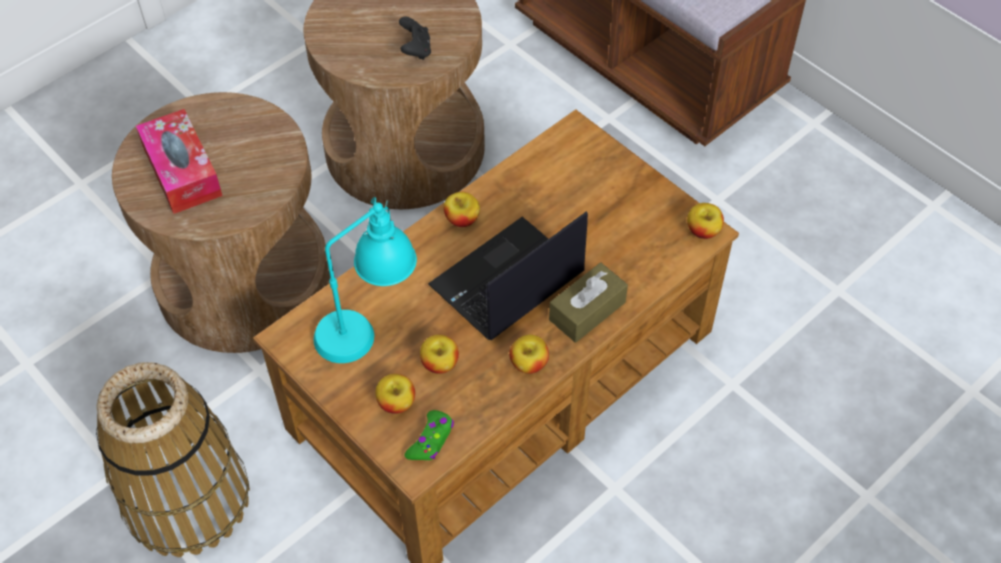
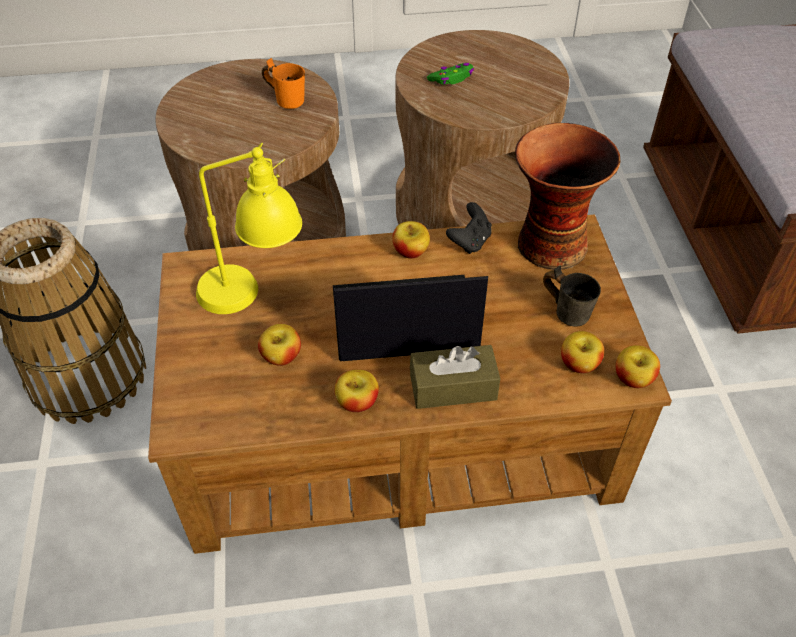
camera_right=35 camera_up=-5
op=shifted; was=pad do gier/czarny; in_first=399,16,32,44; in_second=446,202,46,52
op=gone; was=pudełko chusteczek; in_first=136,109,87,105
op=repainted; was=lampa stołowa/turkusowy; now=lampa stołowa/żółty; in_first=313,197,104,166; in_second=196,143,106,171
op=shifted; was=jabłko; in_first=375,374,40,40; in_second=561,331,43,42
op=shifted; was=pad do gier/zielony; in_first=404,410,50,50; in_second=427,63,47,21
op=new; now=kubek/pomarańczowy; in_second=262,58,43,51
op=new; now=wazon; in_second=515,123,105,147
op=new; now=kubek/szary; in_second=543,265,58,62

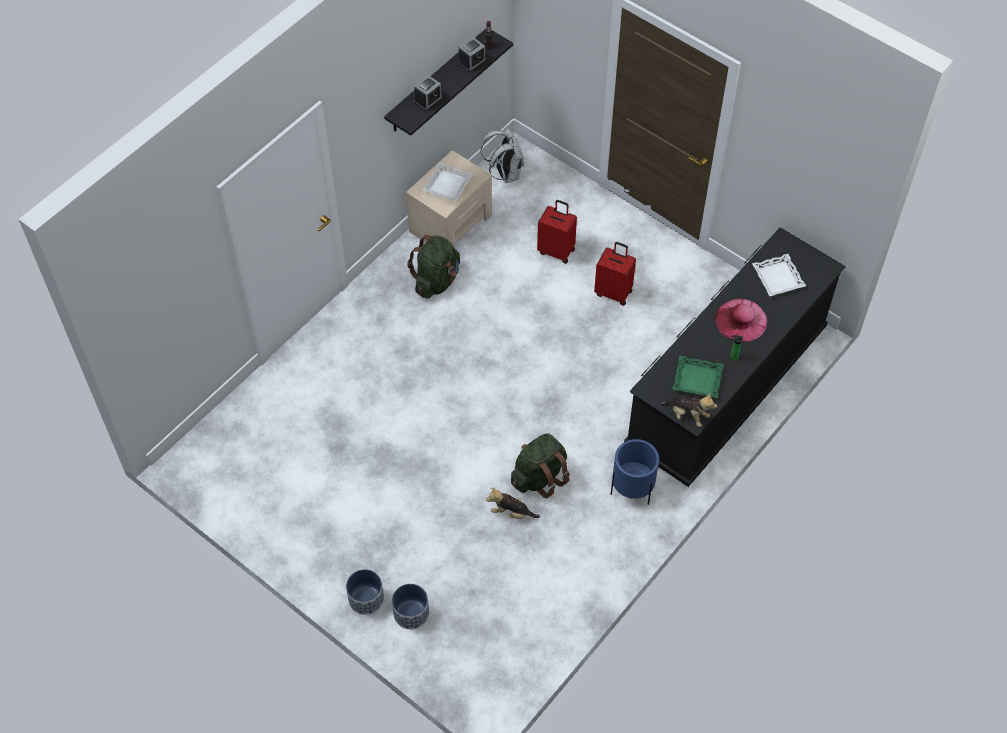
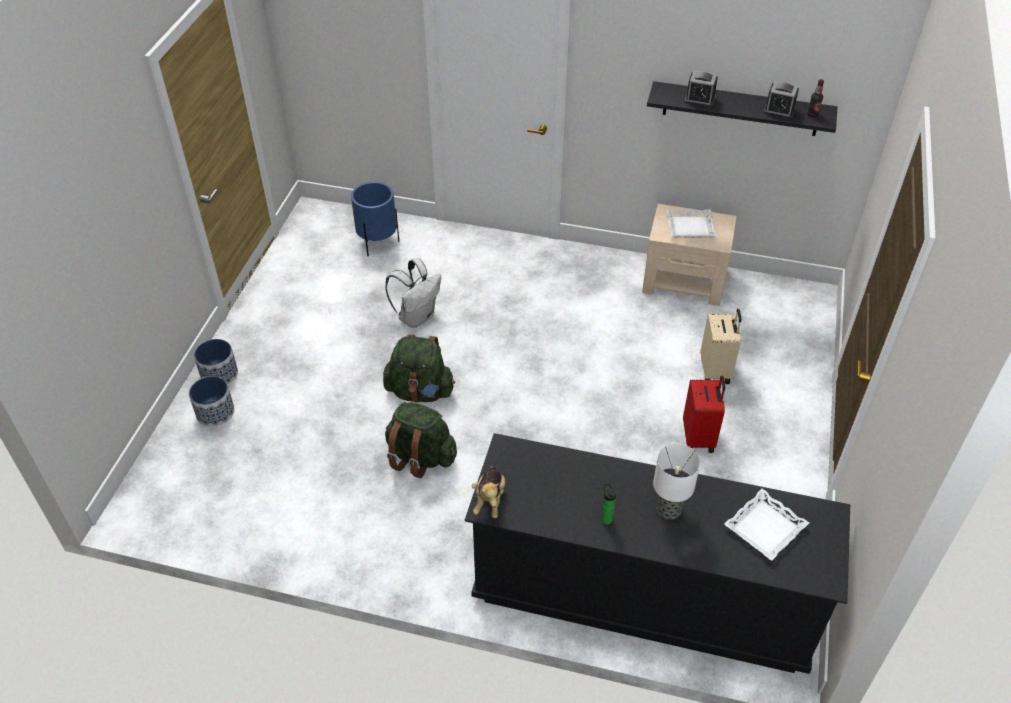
camera_right=65 camera_up=-10
op=shifted; was=plecak/biały; in_first=481,128,43,55; in_second=385,258,56,70
op=repainted; was=walizka/czerwony; now=walizka/beżowy; in_first=537,200,40,64; in_second=700,309,42,75
op=shifted; was=plecak/zielony; in_first=407,235,53,64; in_second=383,335,72,68
op=swapped; was=kapelusz/różowy; now=lampa stołowa; in_first=715,299,52,43; in_second=653,444,47,75
op=gone; was=taca/zielony; in_first=673,355,51,43
op=shifted; was=donica/niebieski; in_first=611,439,48,66; in_second=351,182,48,74
op=gone; was=pluszak; in_first=486,488,54,31

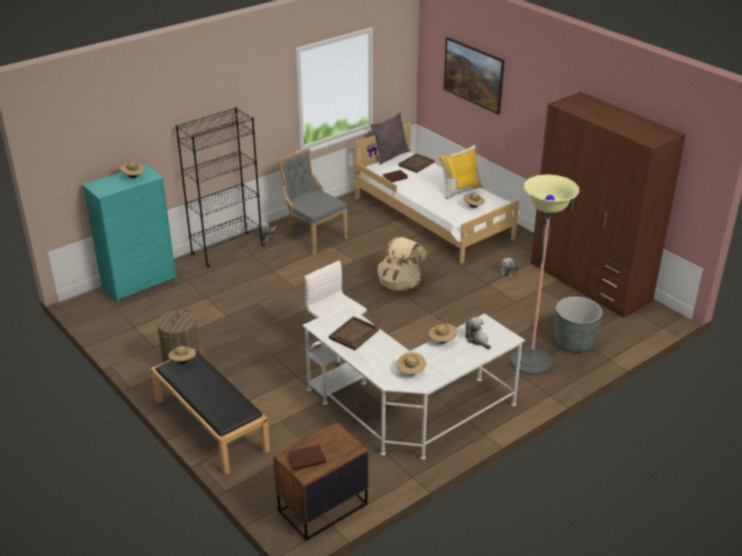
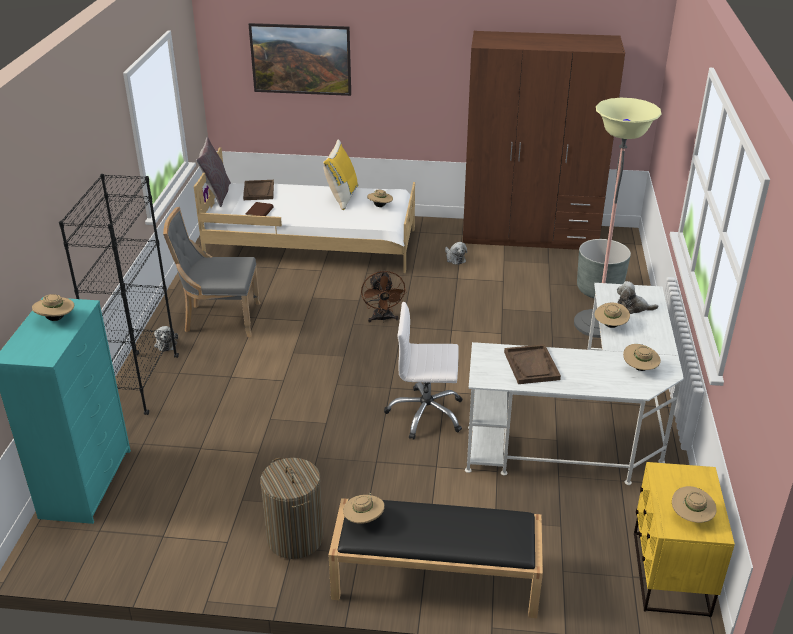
camera_right=-45 camera_up=0
op=swapped; was=plecak/beżowy; now=wentylator/brązowy; in_first=377,237,50,54; in_second=361,270,46,52
op=repainted; was=szafka nocna/brązowy; now=szafka nocna/żółty; in_first=273,422,96,119; in_second=634,462,101,155
op=swapped; was=książka/brązowy; now=kapelusz/beżowy; in_first=288,445,38,26; in_second=672,486,45,37

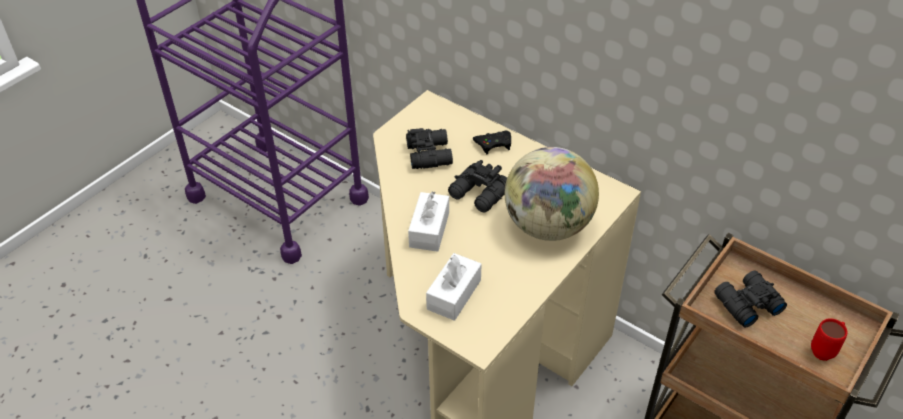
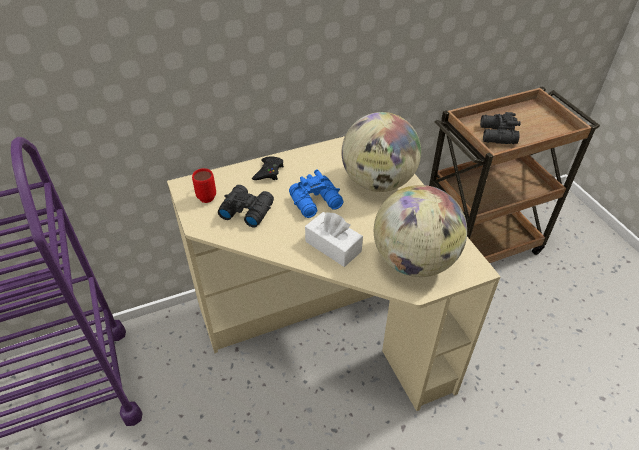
camera_right=-60 camera_up=0
op=repainted; was=lornetka/czarny; now=lornetka/niebieski; in_first=448,160,59,52; in_second=289,170,54,48
op=swapped; was=pudełko chusteczek/biały; now=globus; in_first=426,253,56,68; in_second=374,185,93,92
op=shifted; was=kubek/czerwony; in_first=811,318,36,43; in_second=192,168,24,35

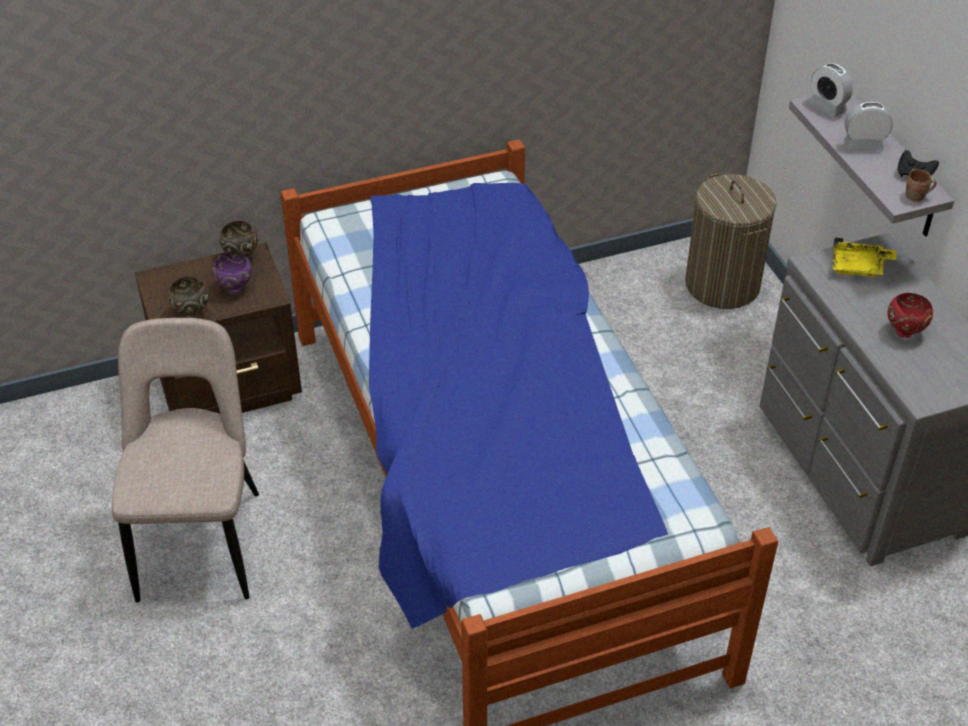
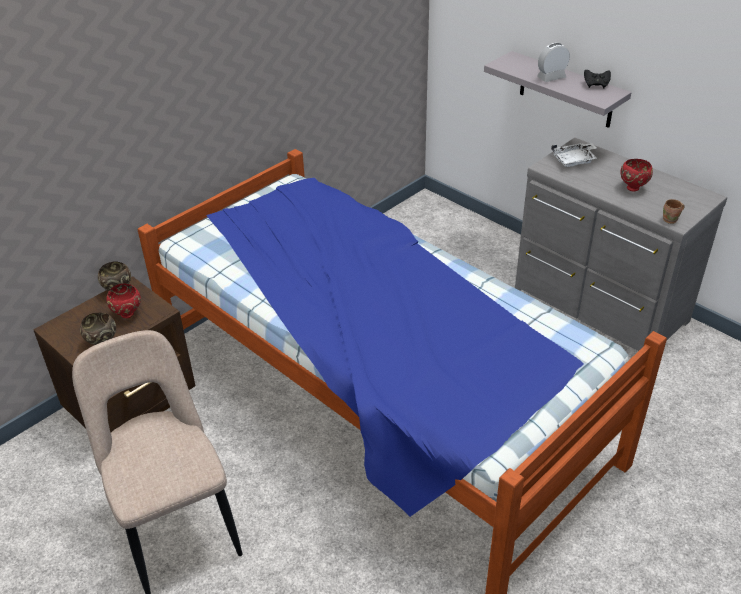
camera_right=-25 camera_up=-5
op=gone; was=budzik; in_first=808,63,45,55
op=shifted; was=kubek/brązowy; in_first=906,169,30,33; in_second=663,199,22,25
op=gone; was=kosz na pranie; in_first=685,173,92,136
op=repainted; was=taca/żółty; now=taca/biały; in_first=833,237,64,40; in_second=551,143,46,24
op=repainted; was=miska/fioletowy; now=miska/czerwony; in_first=212,252,40,41; in_second=106,283,35,35

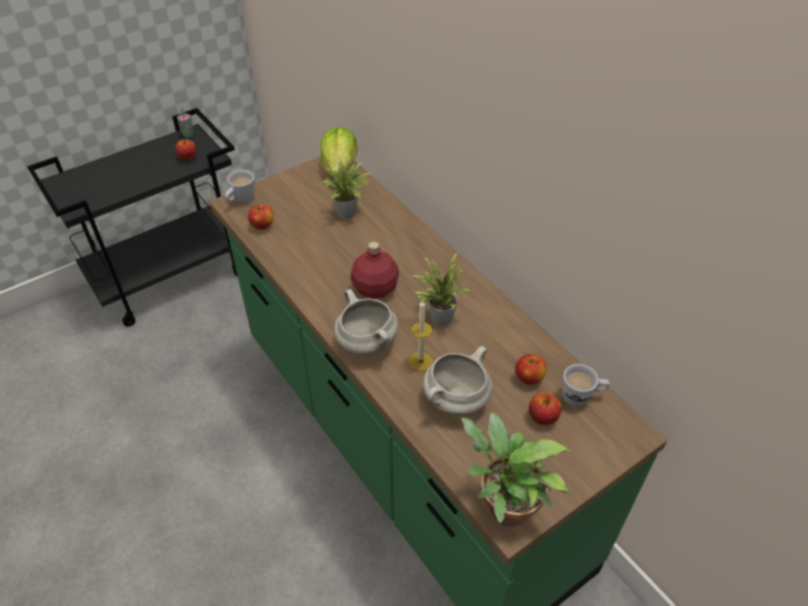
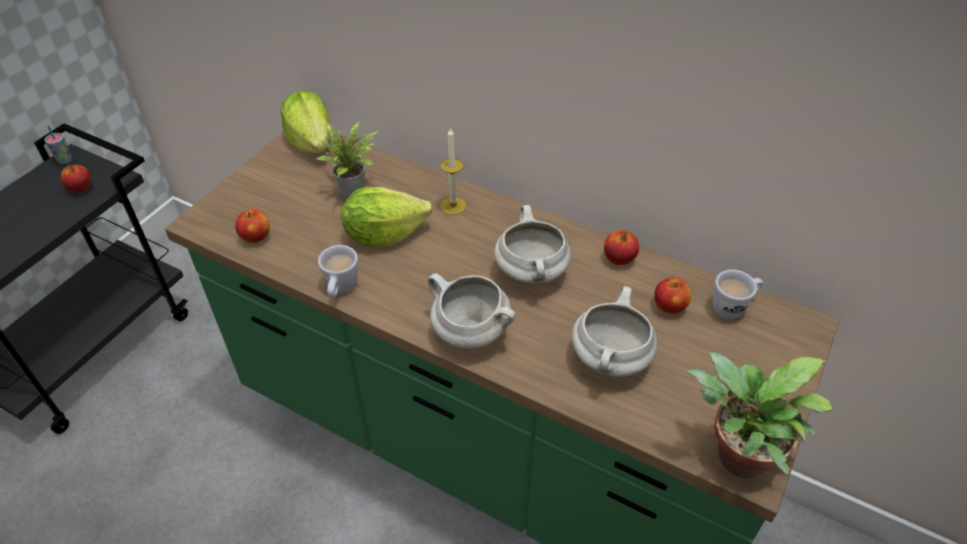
camera_right=-25 camera_up=0
op=shifted; was=kubek/biały; in_first=225,170,30,33; in_second=318,245,40,52
op=gone; was=butelka/czerwony; in_first=351,242,48,57
op=swapped; was=roślina doniczkowa; now=garnek/biały; in_first=412,252,58,74; in_second=494,205,77,81
op=shifted; was=świeca; in_first=409,300,24,71; in_second=440,127,26,88
op=shifted; was=jabłko; in_first=529,392,33,33; in_second=604,230,35,35
op=new; now=sałata; in_second=341,187,92,60

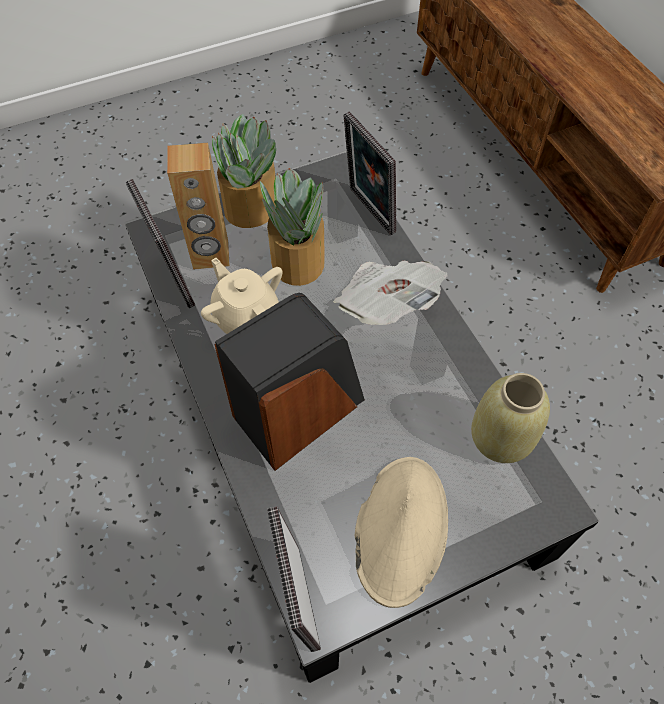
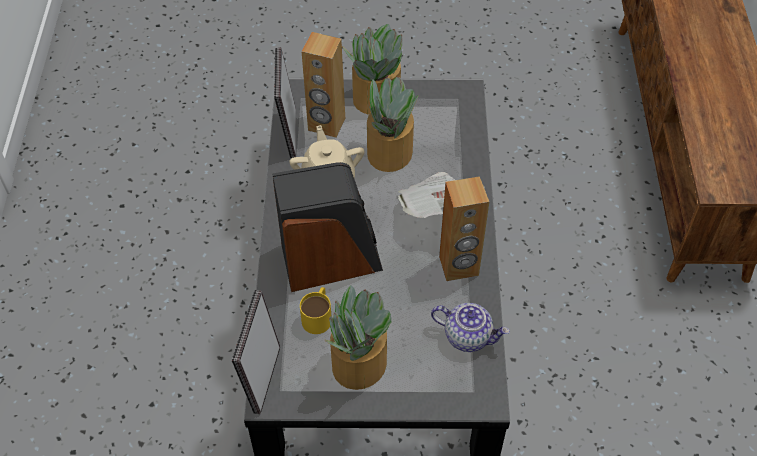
camera_right=25 camera_up=-5
op=gone; was=ramka na zdjęcie; in_first=344,111,52,124
op=swapped; was=wazon/beżowy; now=imbryk; in_first=471,373,79,90; in_second=431,303,79,49
op=swapped; was=kapelusz/beżowy; now=roślina doniczkowa; in_first=355,457,93,151; in_second=325,285,67,105
op=new; now=głośnik/brązowy; in_second=439,176,50,105
op=new; now=kubek/żółty; in_second=300,287,31,47

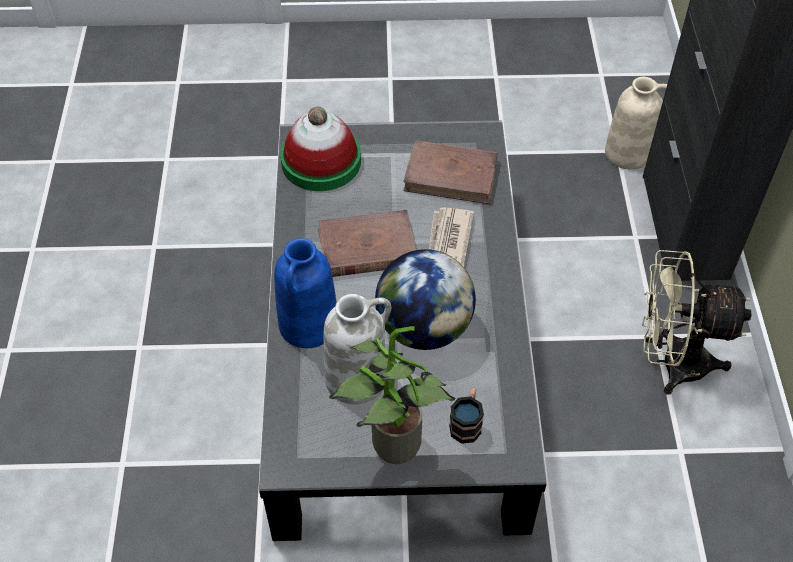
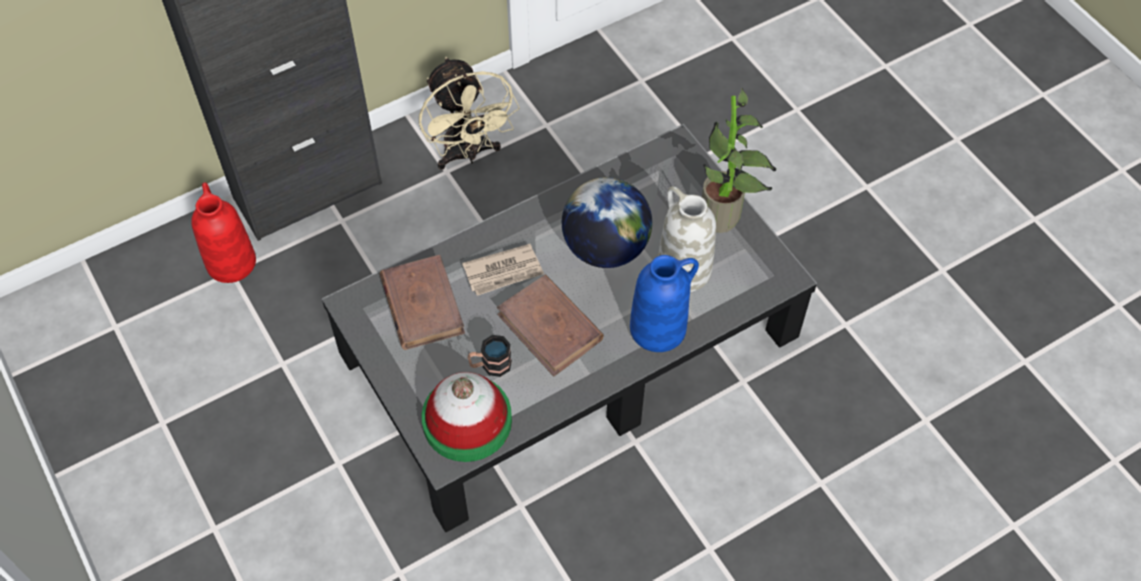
camera_right=-120 camera_up=5
op=repainted; was=wazon/beżowy; now=wazon/czerwony; in_first=605,77,62,93; in_second=191,182,65,101
op=shifted; was=kubek; in_first=449,387,35,57; in_second=468,335,44,42

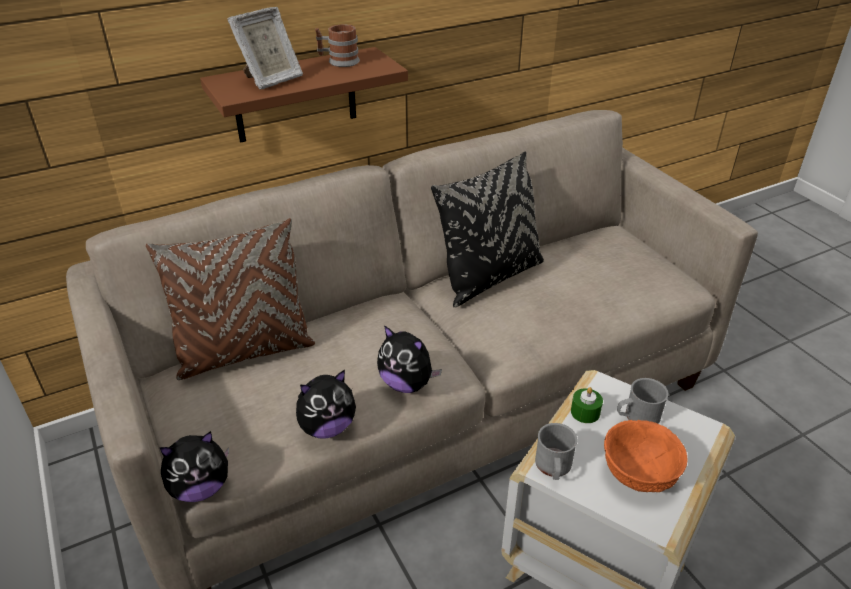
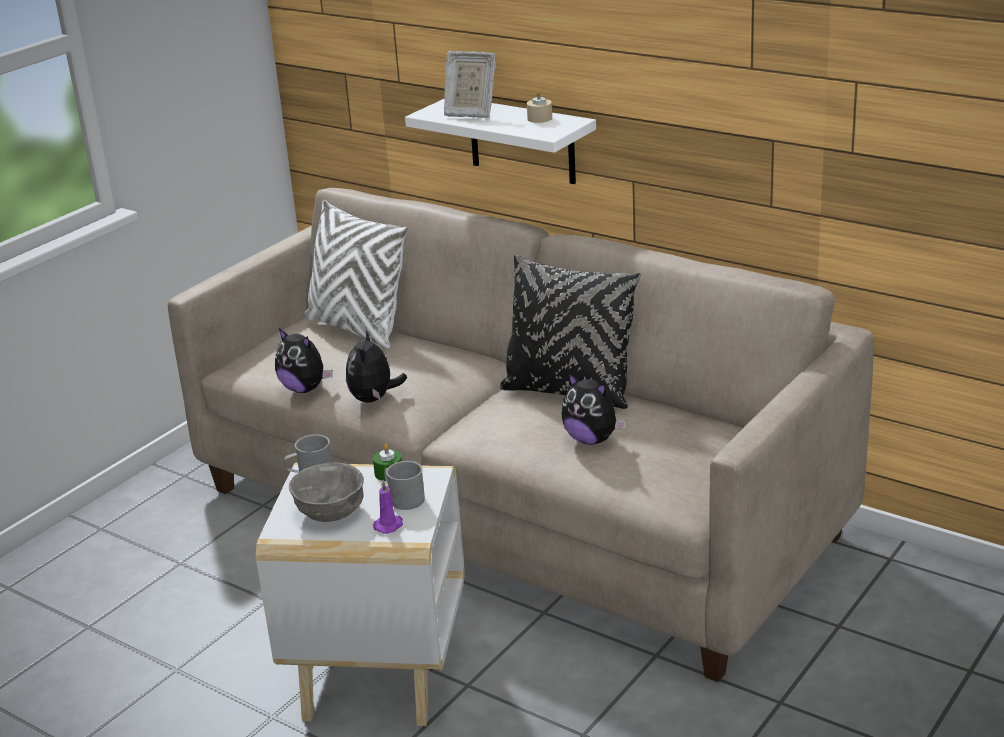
camera_right=65 camera_up=-10
op=swapped; was=kubek; now=świeca/beżowy; in_first=315,24,45,43; in_second=527,89,25,34
op=repainted; was=półka/brązowy; now=półka/biały; in_first=200,47,208,96; in_second=405,98,191,86
op=repainted; was=poduszka/brązowy; now=poduszka/biały; in_first=146,218,169,162; in_second=304,200,104,148
op=repainted; was=miska/pomarańczowy; now=miska/szary; in_first=604,420,84,72; in_second=289,463,75,59
op=shifted; was=pluszak; in_first=159,431,70,71; in_second=562,372,64,73
op=new; now=świeca/fioletowy; in_second=373,480,30,54

